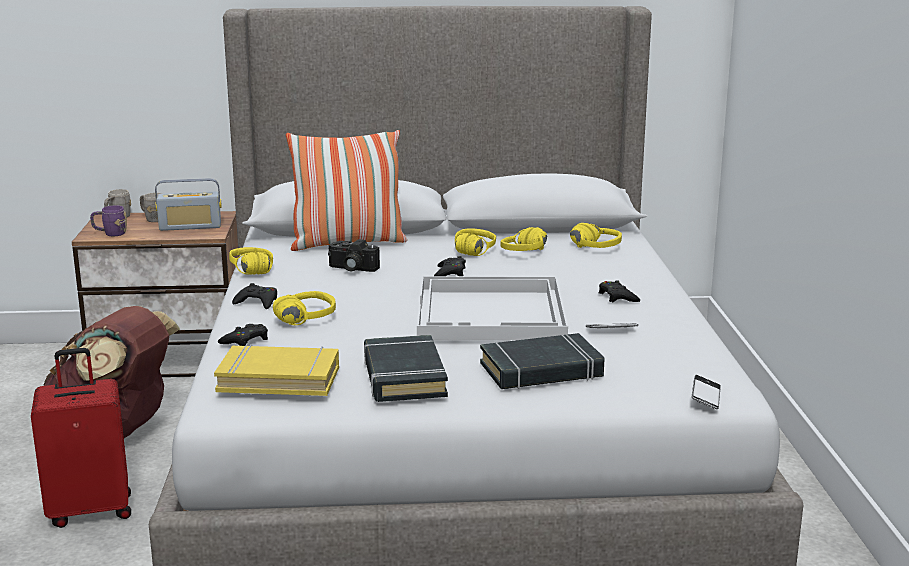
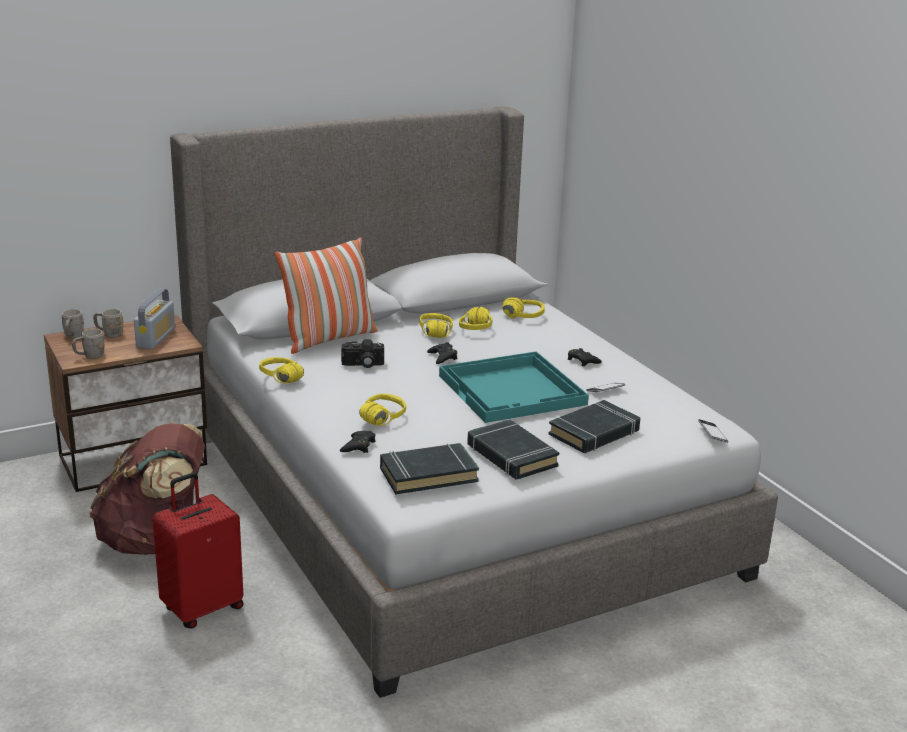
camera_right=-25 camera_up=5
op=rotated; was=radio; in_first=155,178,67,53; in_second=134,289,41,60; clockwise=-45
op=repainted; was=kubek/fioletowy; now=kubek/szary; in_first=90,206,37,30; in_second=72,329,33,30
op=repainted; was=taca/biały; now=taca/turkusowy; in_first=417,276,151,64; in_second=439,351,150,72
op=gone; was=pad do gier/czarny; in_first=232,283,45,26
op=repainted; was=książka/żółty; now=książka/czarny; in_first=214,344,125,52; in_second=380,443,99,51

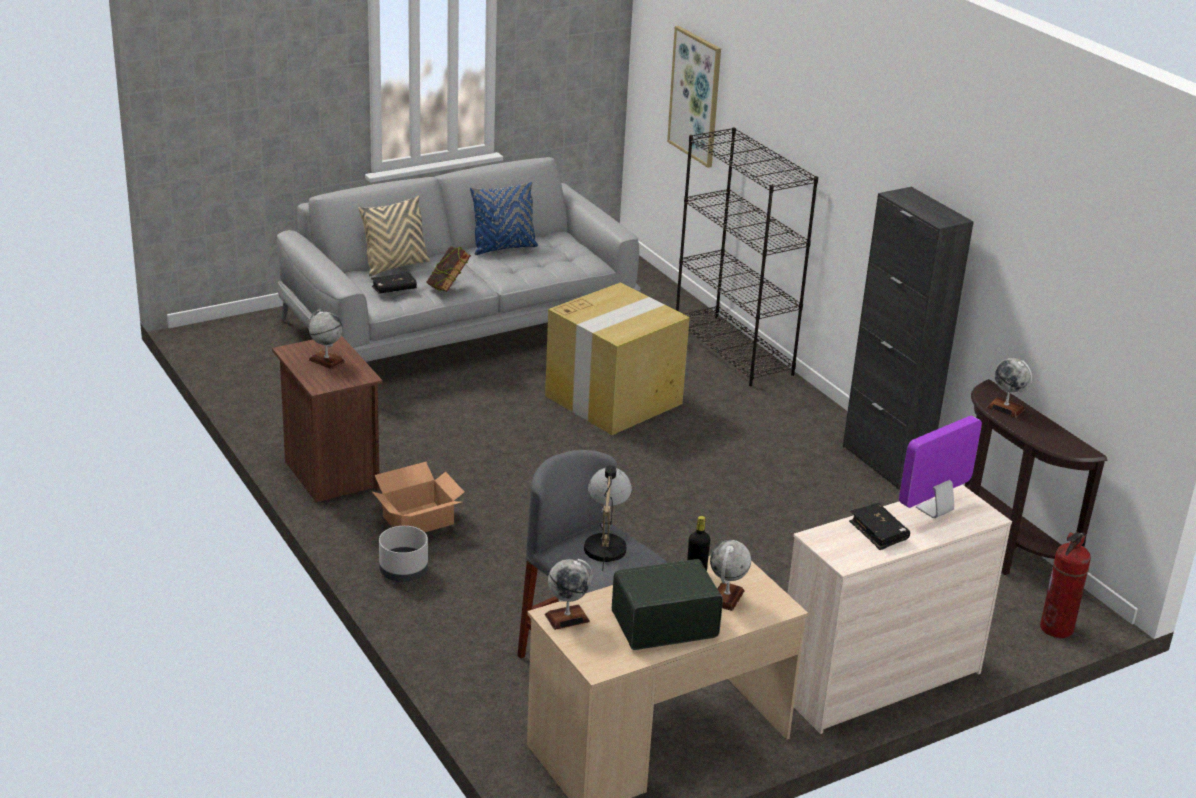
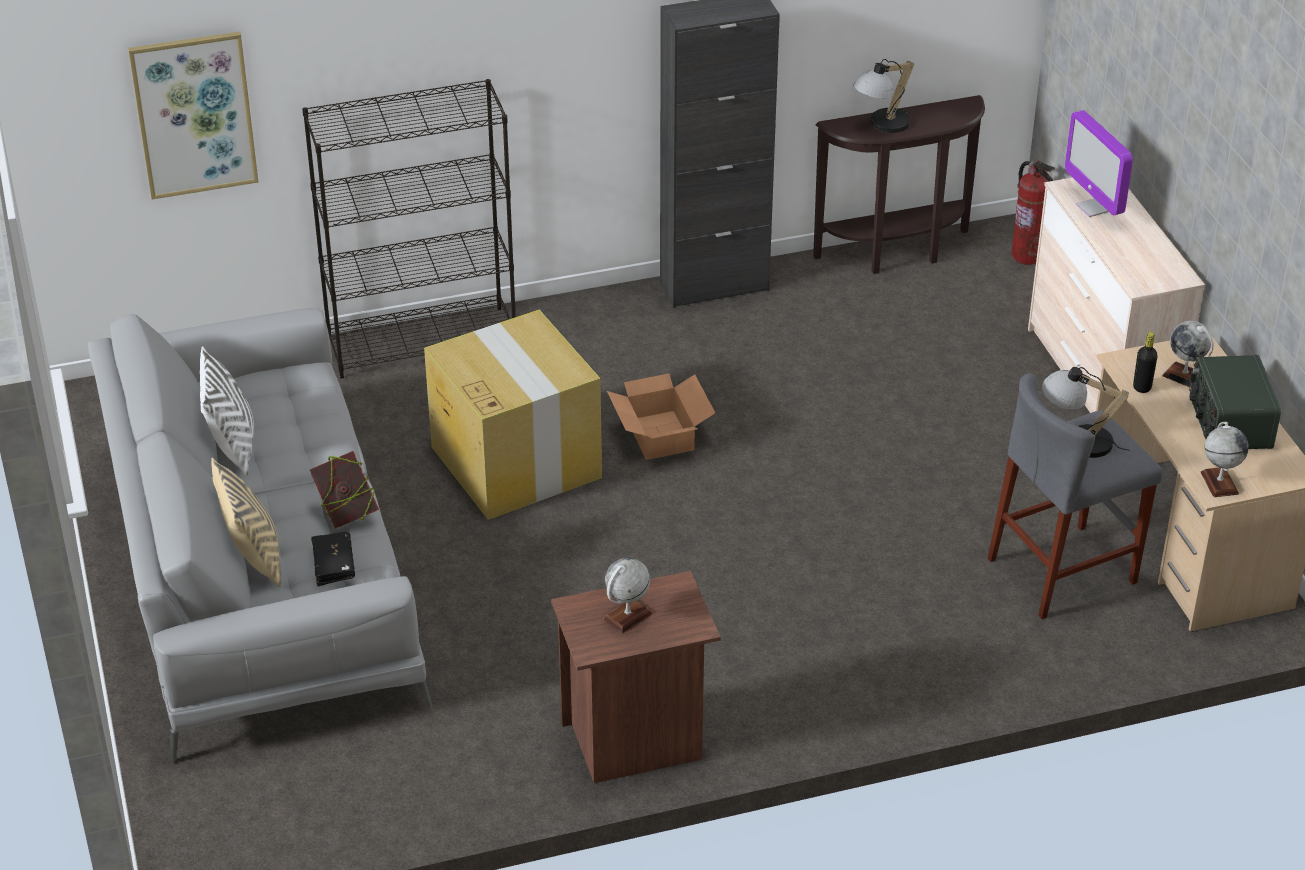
camera_right=-75 camera_up=10
op=repainted; was=poduszka/niebieski; now=poduszka/biały; in_first=470,182,68,73; in_second=200,346,54,130
op=swapped; was=globus; now=lampa stołowa; in_first=987,358,45,60; in_second=853,59,61,74
op=shifted; was=karton; in_first=371,462,93,70; in_second=607,374,108,86
op=gone; was=książka/czarny; in_first=849,503,61,47
op=gone; was=donica/szary; in_first=379,526,49,56

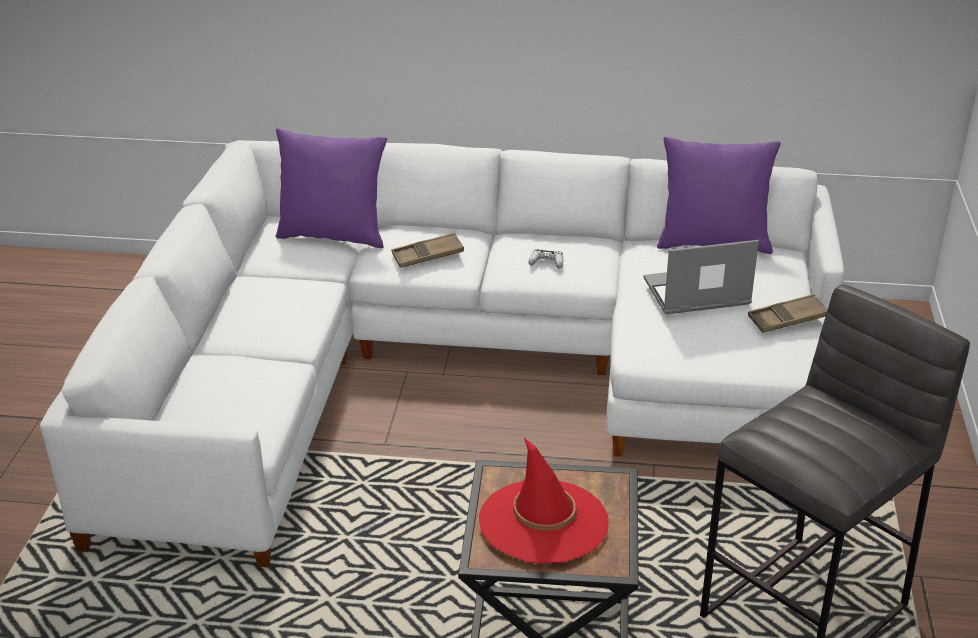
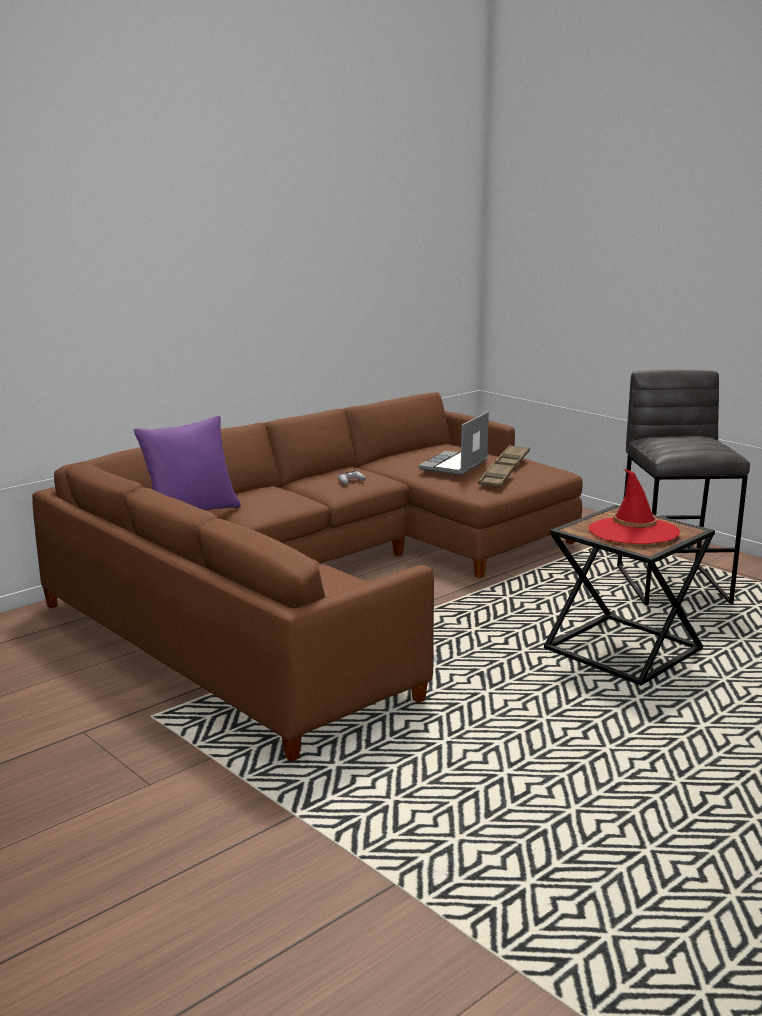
camera_right=-50 camera_up=-15
op=gone; was=poduszka/fioletowy; in_first=657,137,124,117
op=repainted; was=kanapa/biały; now=kanapa/brązowy; in_first=40,140,804,427; in_second=32,393,551,369
op=shifted; was=taca/brązowy; in_first=392,233,72,35; in_second=478,463,36,24

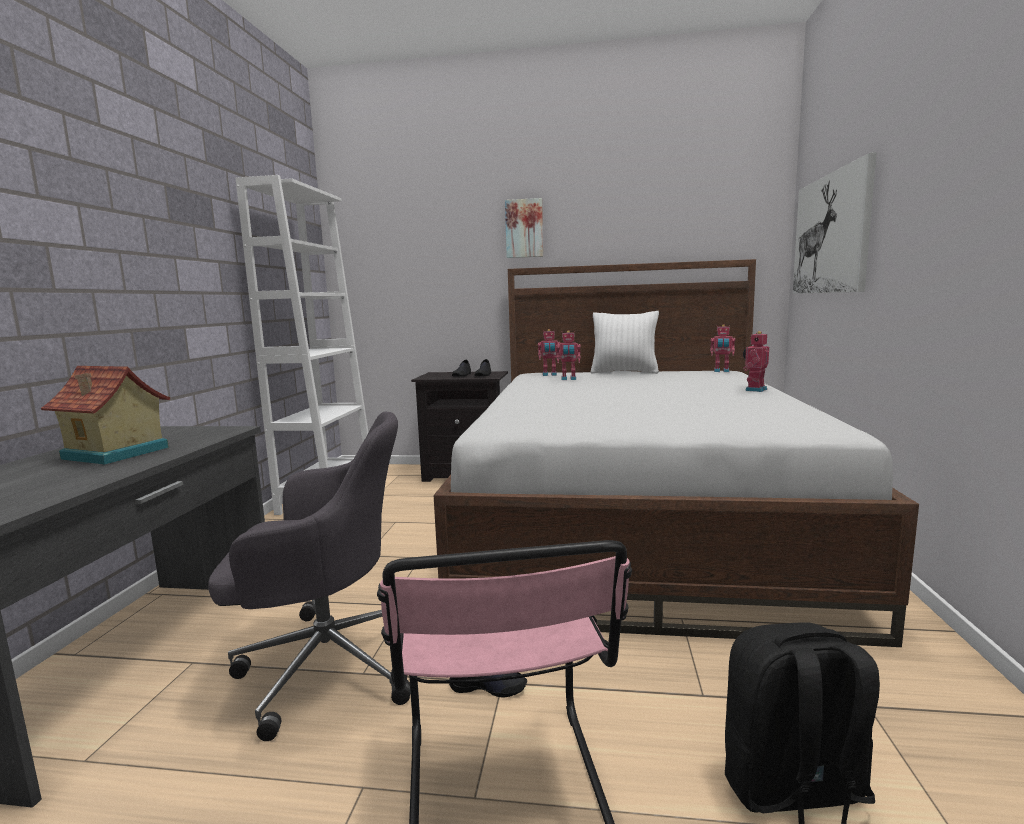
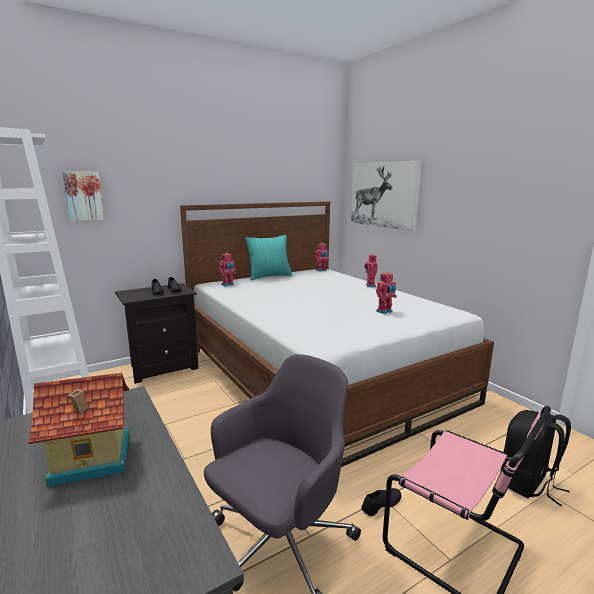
camera_right=-40 camera_up=5
op=shifted; was=obraz; in_first=505,198,38,60; in_second=62,171,42,50
op=repainted; was=poduszka/biały; now=poduszka/turkusowy; in_first=590,311,69,63; in_second=246,235,46,45
op=shifted; was=robot zabawkowy; in_first=556,330,25,50; in_second=376,272,21,42

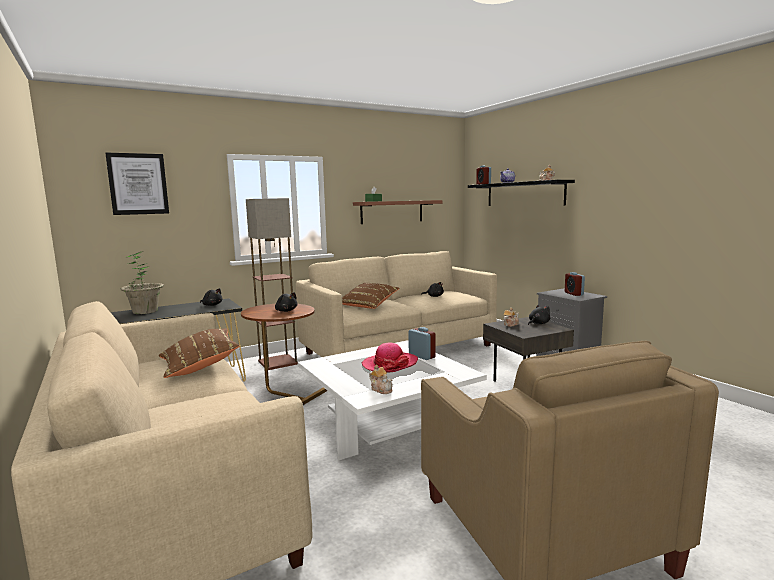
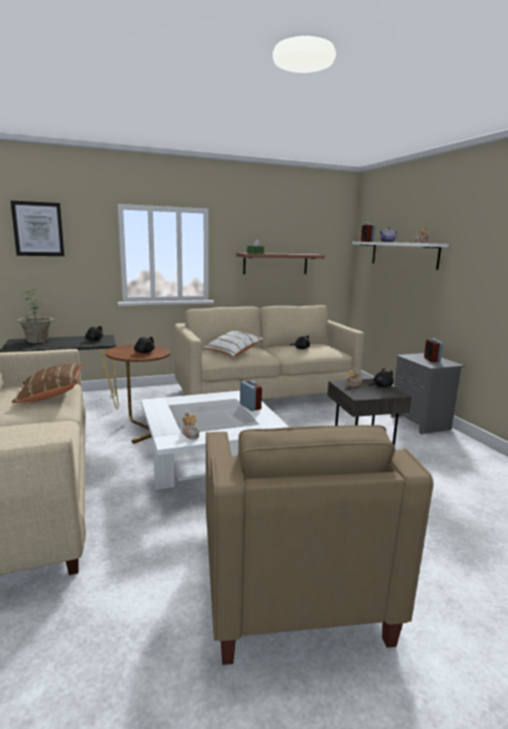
camera_right=10 camera_up=5
op=repainted; was=półka/czarny; now=półka/biały; in_first=468,180,107,26; in_second=352,242,97,28
op=gone; was=lampa stojąca; in_first=246,198,52,172
op=repainted; was=poduszka/brązowy; now=poduszka/biały; in_first=342,283,57,26; in_second=203,331,60,25
op=gone; was=kapelusz; in_first=361,342,57,30

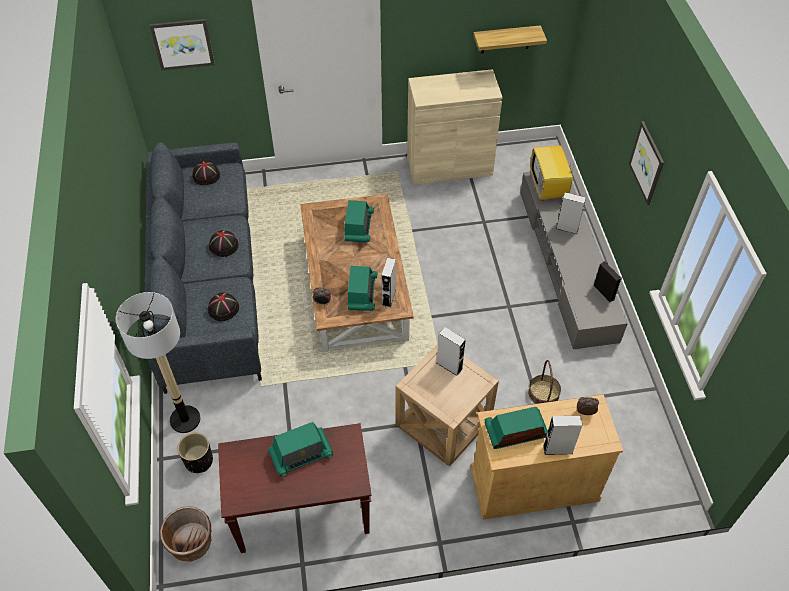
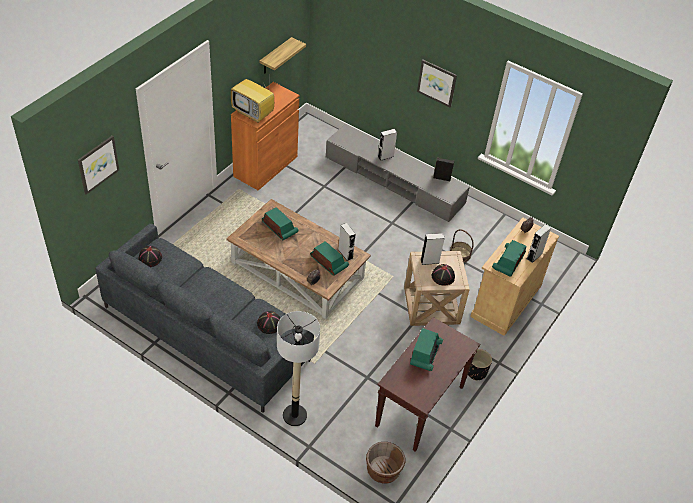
camera_right=-50 camera_up=-5
op=repainted; was=szafka/beżowy; now=szafka/pomarańczowy; in_first=407,69,96,116; in_second=231,82,68,108
op=shifted; was=telewizor; in_first=530,145,46,55; in_second=231,79,43,44
op=shifted; was=kapelusz/czarny; in_first=209,230,29,27; in_second=432,264,23,22
op=shifted; was=donica/czarny; in_first=177,432,36,41; in_second=468,349,24,32

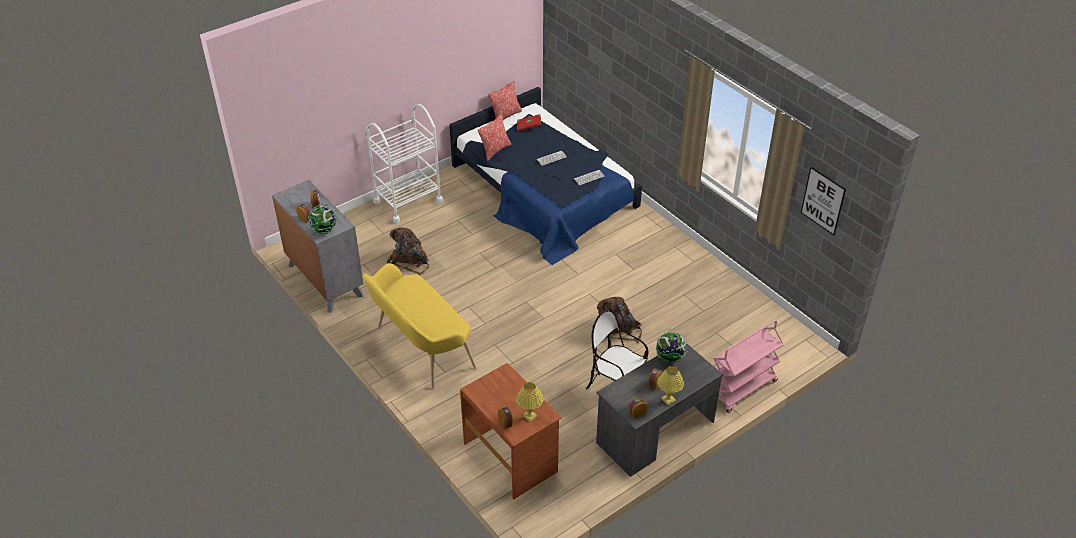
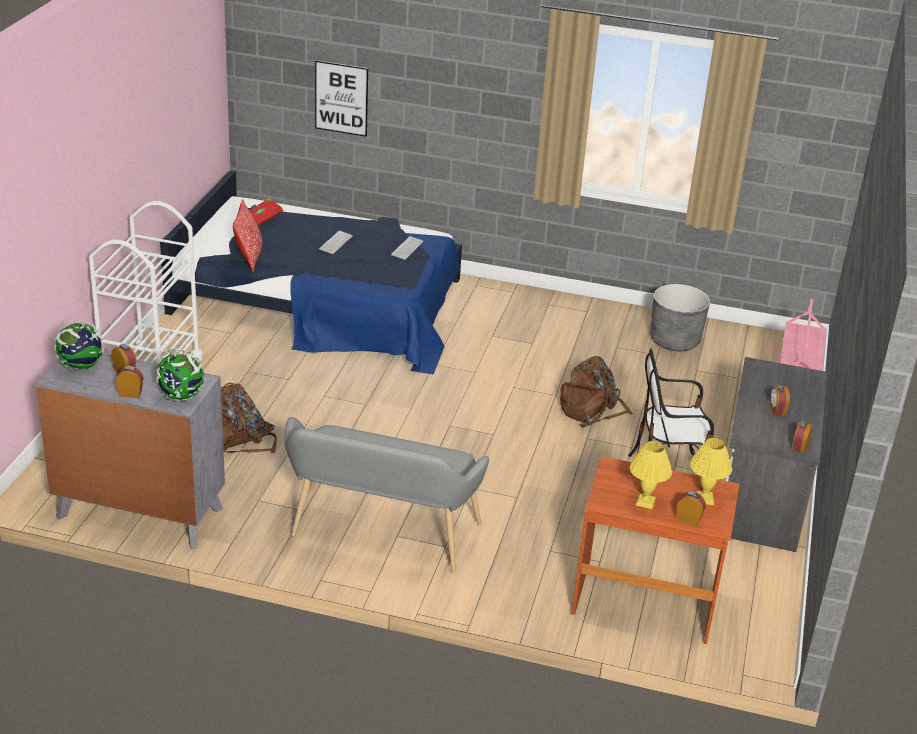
camera_right=-40 camera_up=-10
op=gone; was=poduszka; in_first=488,81,34,39
op=shifted; was=obraz; in_first=801,167,45,68; in_second=315,60,53,77
op=repainted; was=ławka/żółty; now=ławka/szary; in_first=362,263,114,125; in_second=285,417,204,155
op=shifted; was=globus; in_first=656,329,31,34; in_second=55,318,51,52
op=shifted; was=lampa stołowa/żółty; in_first=657,366,27,39; in_second=630,441,42,68
op=new; now=donica/szary; in_second=650,284,60,67

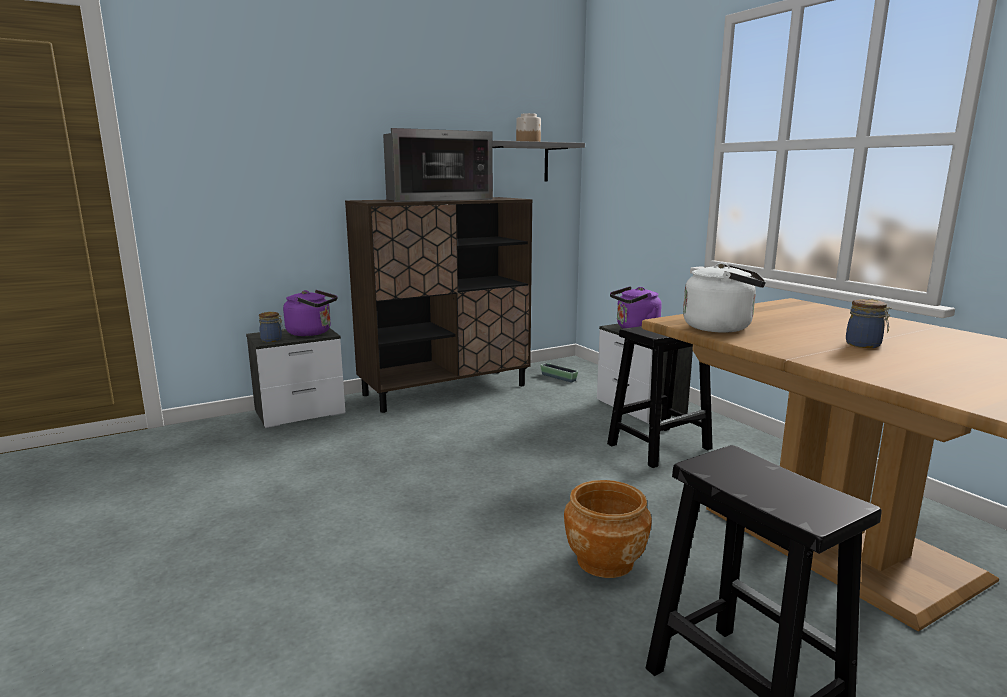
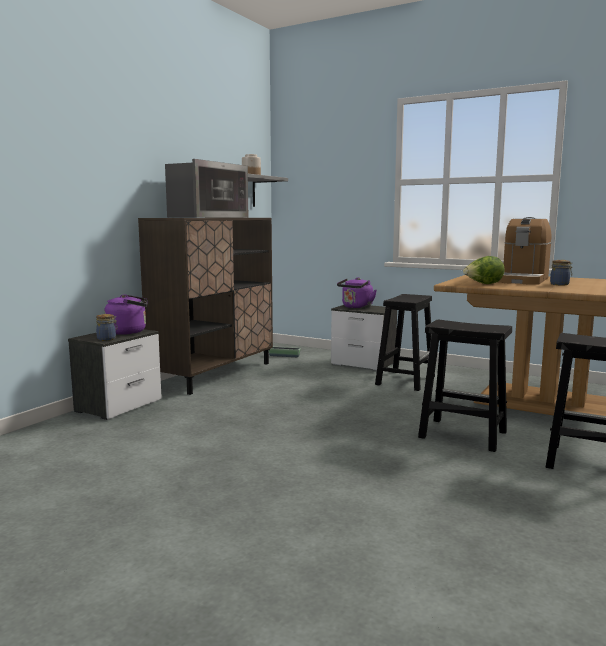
camera_right=-30 camera_up=-5
op=swapped; was=czajnik/biały; now=sałata; in_first=683,263,83,70; in_second=463,256,42,28
op=swapped; was=donica/brązowy; now=stołek/czarny; in_first=564,480,88,98; in_second=418,320,94,132
op=new; now=ekspres do kawy; in_second=498,217,53,68

